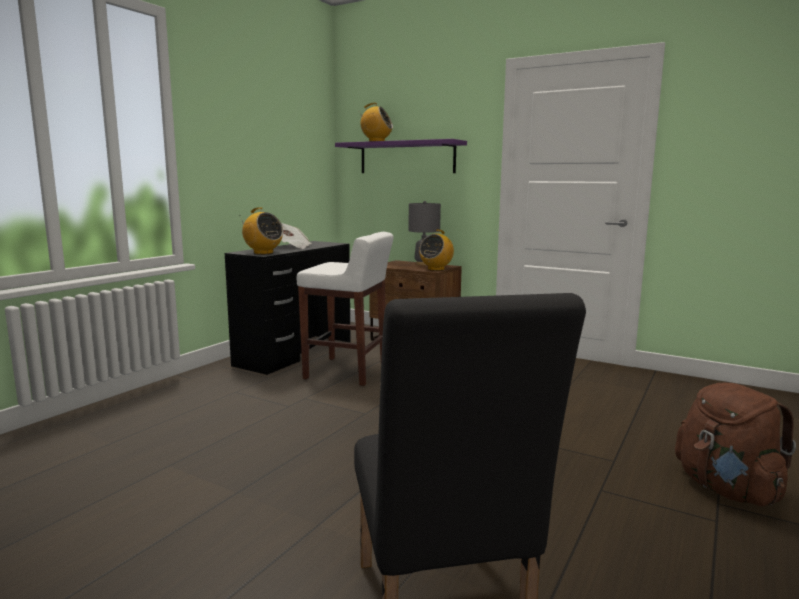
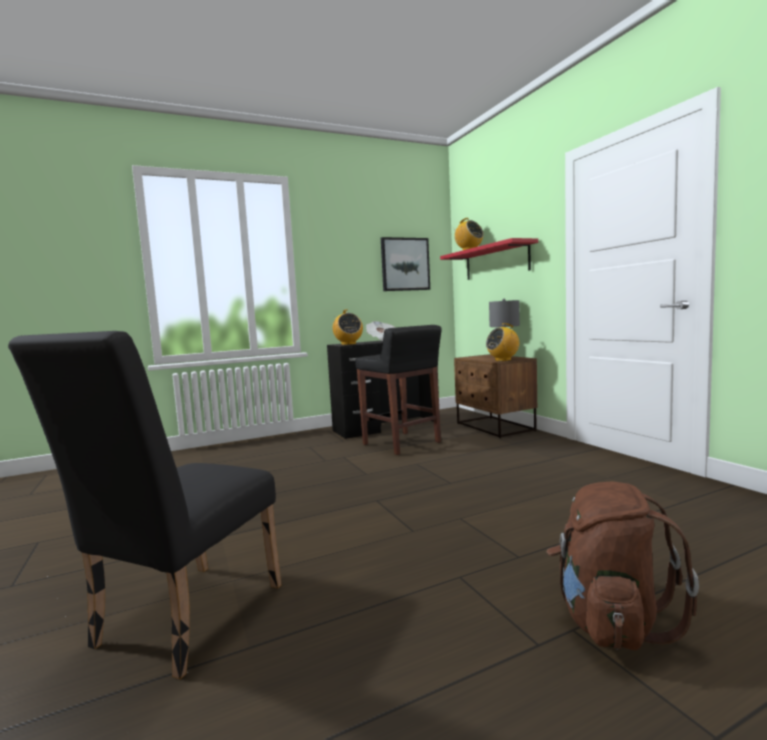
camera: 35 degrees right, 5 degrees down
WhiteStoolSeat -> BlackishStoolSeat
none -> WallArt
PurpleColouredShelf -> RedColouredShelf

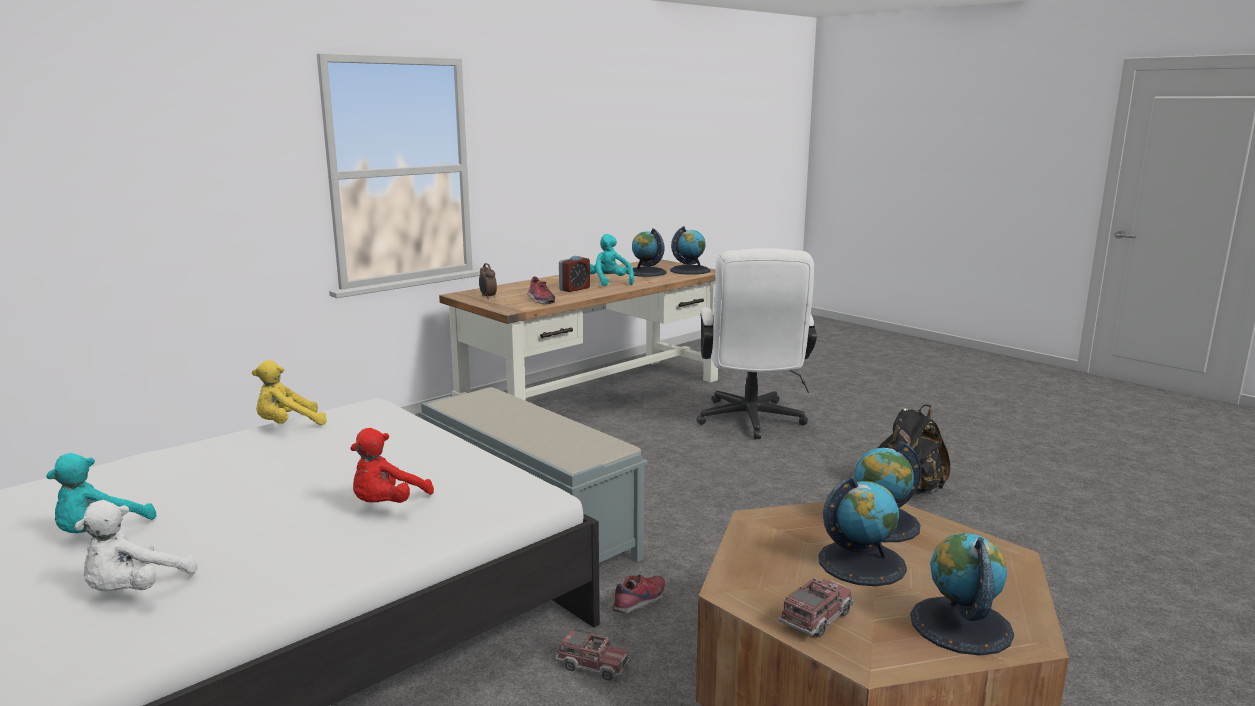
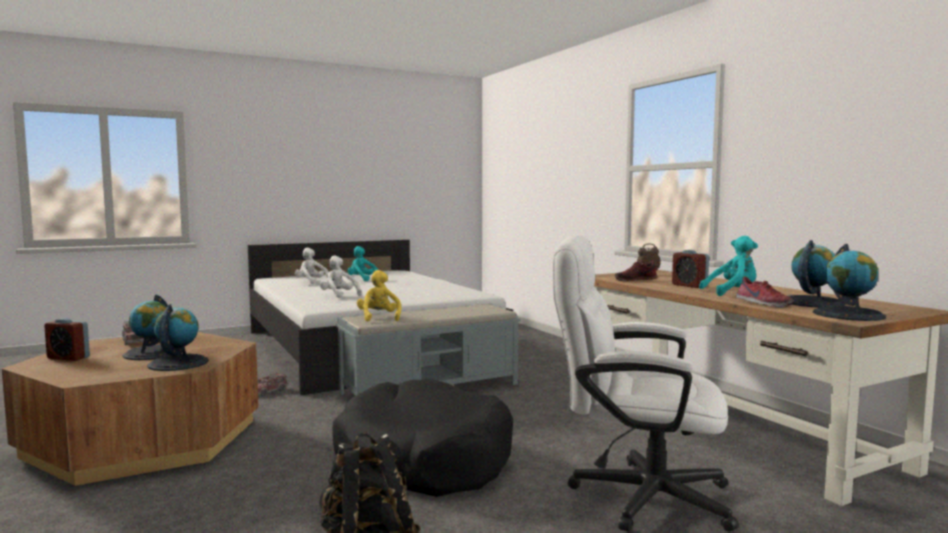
camera: 105 degrees right, 10 degrees down
DeskGlobe (5th from left) -> AlarmClock (1st from left)
RedColouredCuddlyToy -> WhiteCuddlyToy (2nd from left)
none -> BlackishPetBed
YellowCuddlyToy, move
LowShoe (2nd from left), move

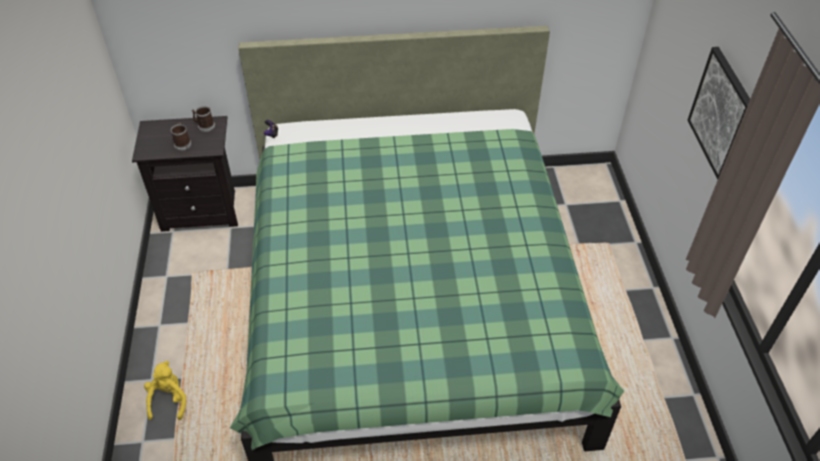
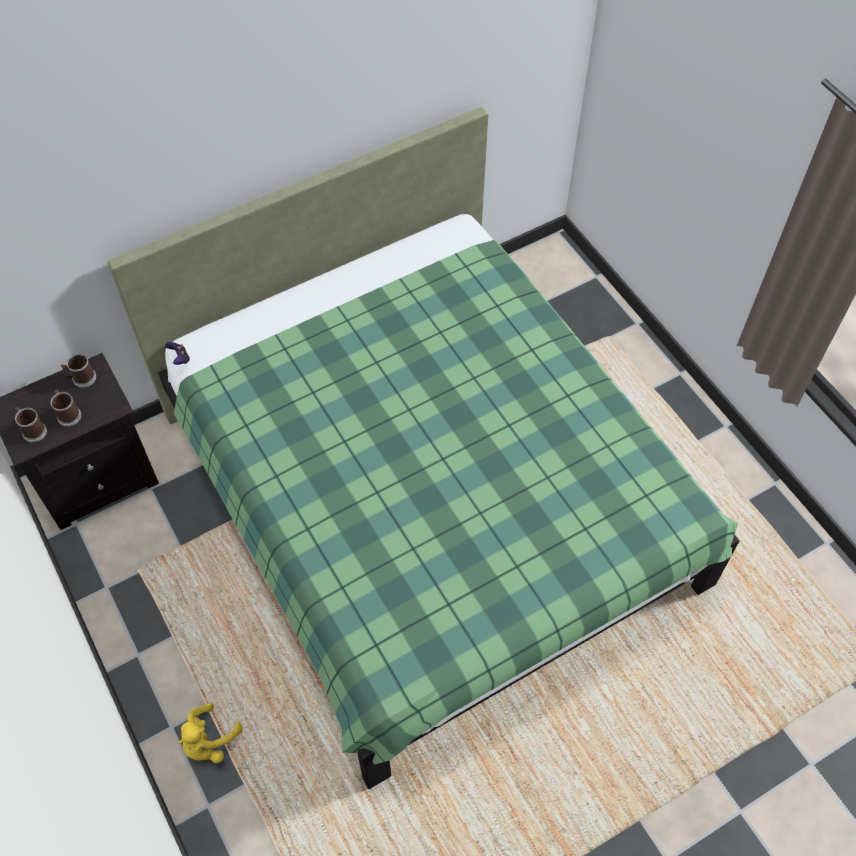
camera: 25 degrees left, 10 degrees up
none -> TeaMug (1st from left)
YellowCuddlyToy, 120 degrees counterclockwise
WallArt -> none

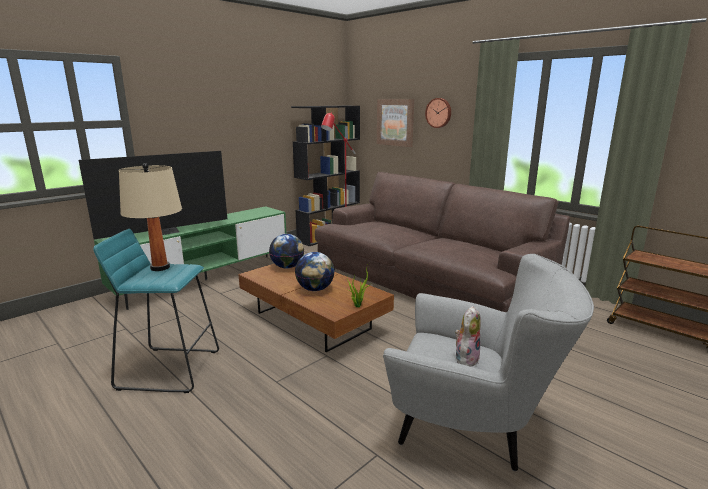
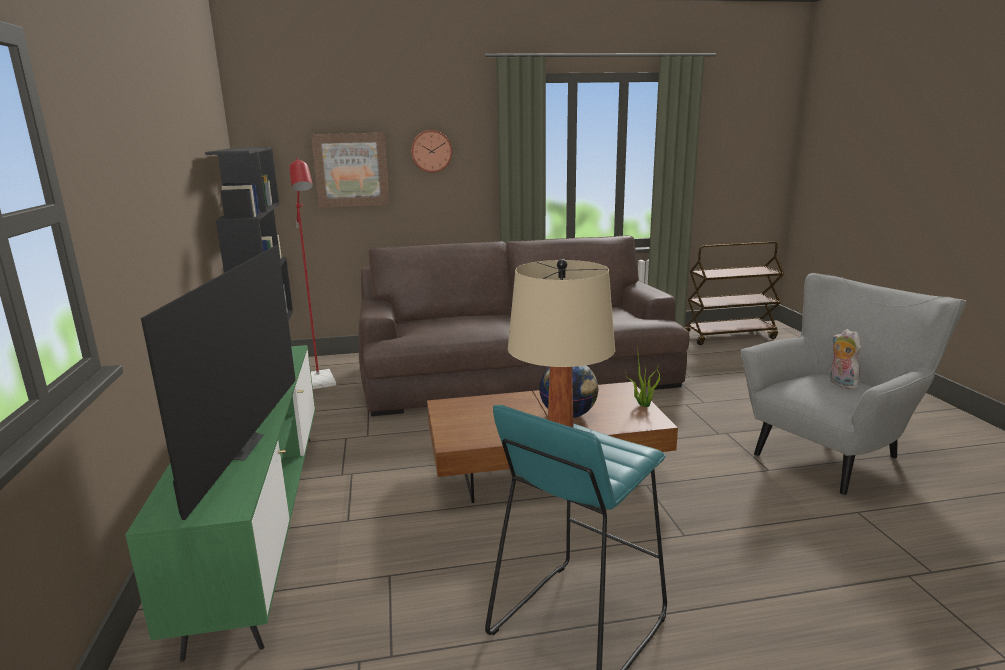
camera: 55 degrees left, 0 degrees up
DeskGlobe (1st from left) -> none

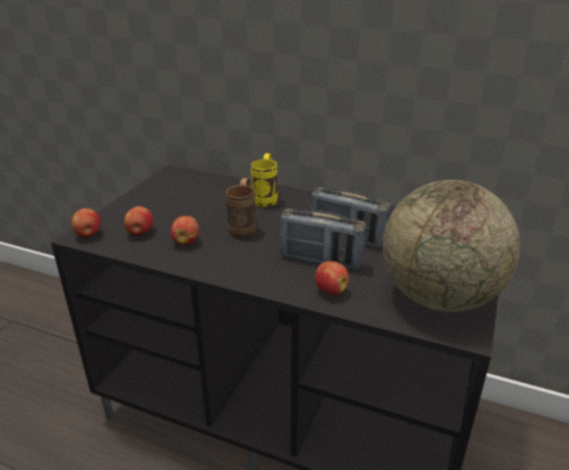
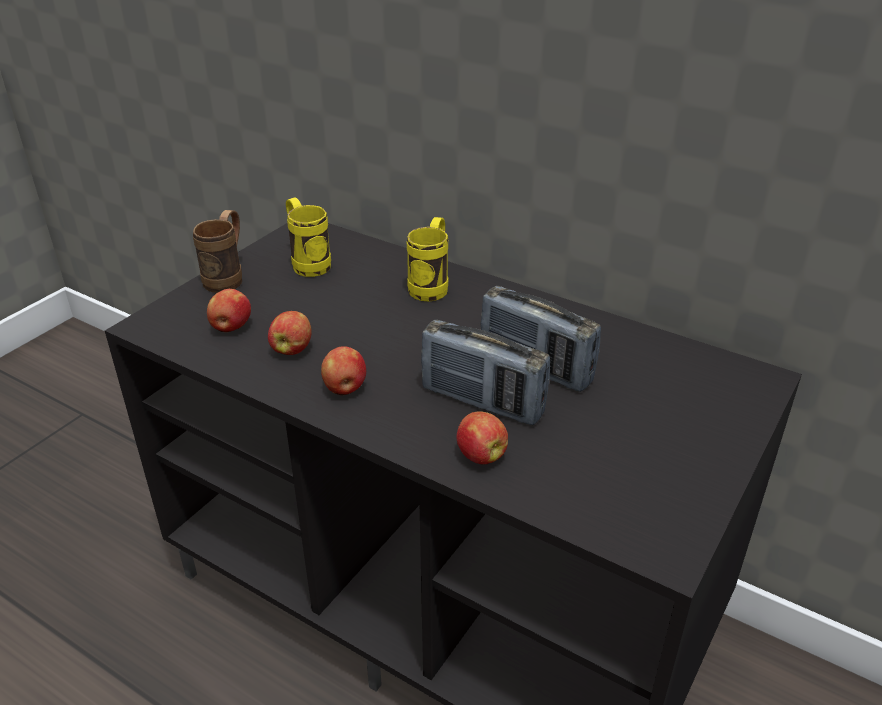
camera: 10 degrees right, 5 degrees up
BrownTeaMug, move
none -> YellowTeaMug (1st from left)
WholeApple (1st from left in the first image) -> WholeApple (3rd from left), move
DeskGlobe -> none

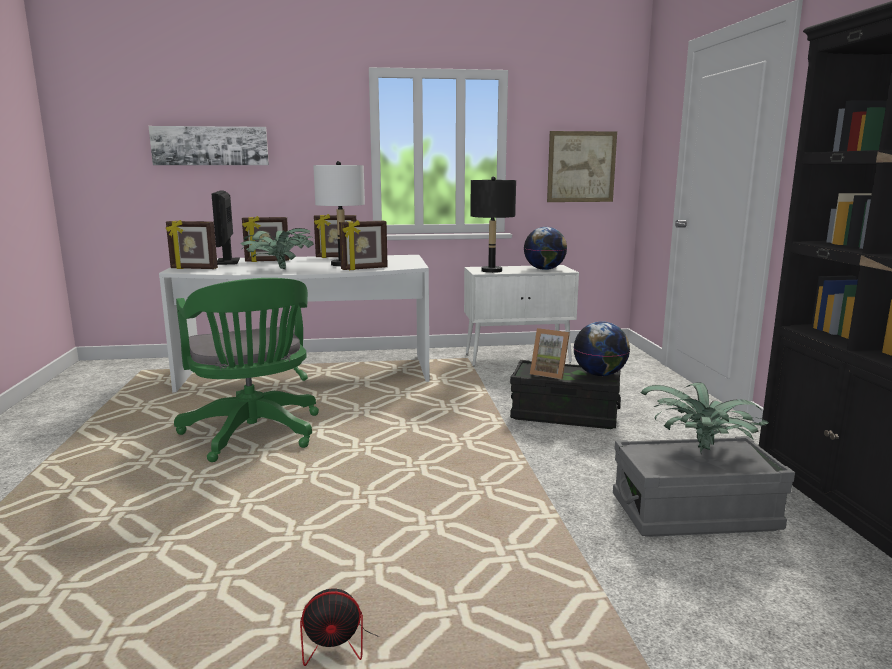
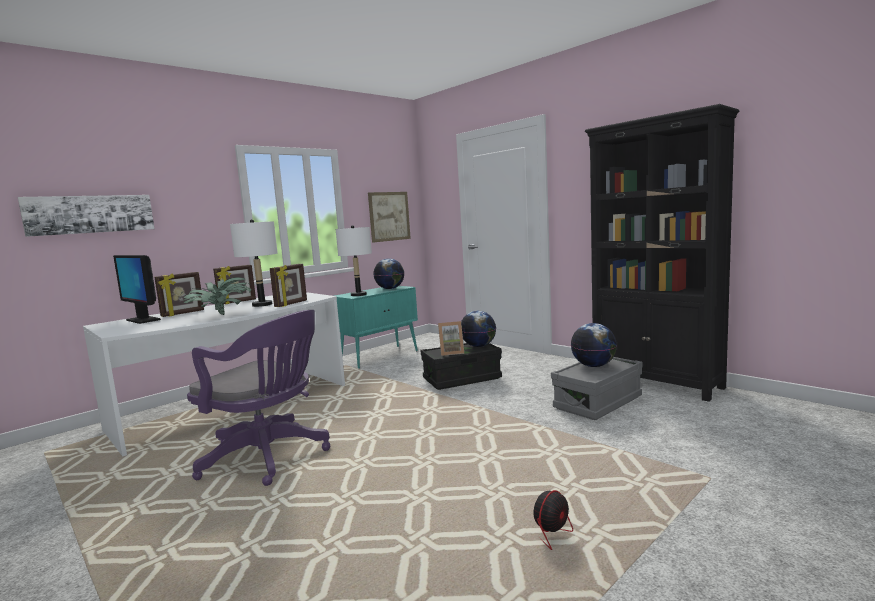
camera: 35 degrees left, 5 degrees down
GreenColouredComputerChair -> PurpleColouredComputerChair
WhiteCupboard -> TurquoiseColouredCupboard
BlackishTabletopLamp -> WhiteTabletopLamp (2nd from left)
Houseplant (2nd from left) -> DeskGlobe (3rd from left)
StandingFrame (1st from left) -> none

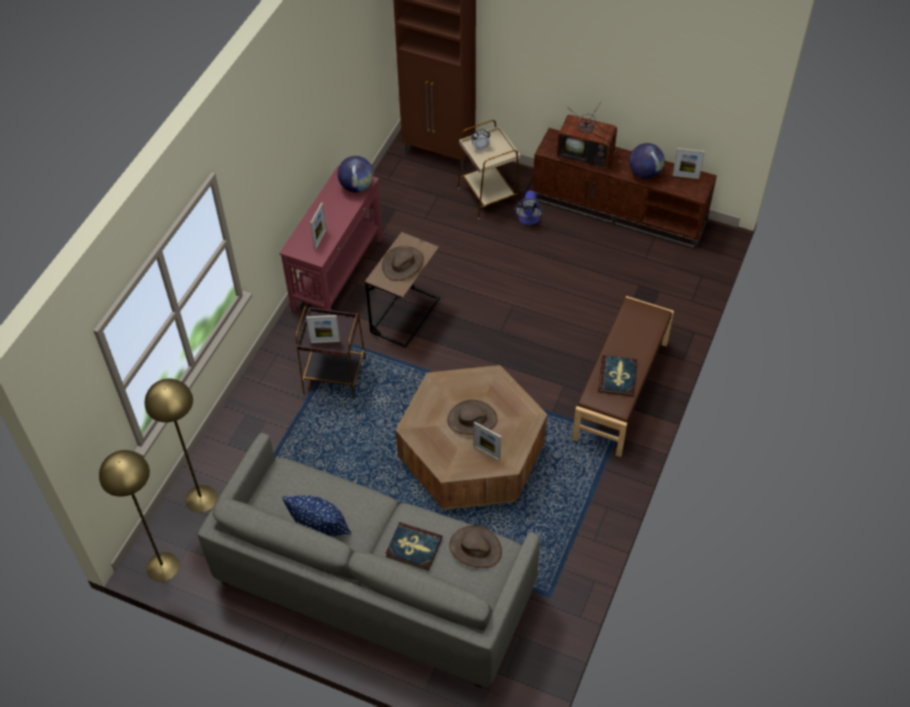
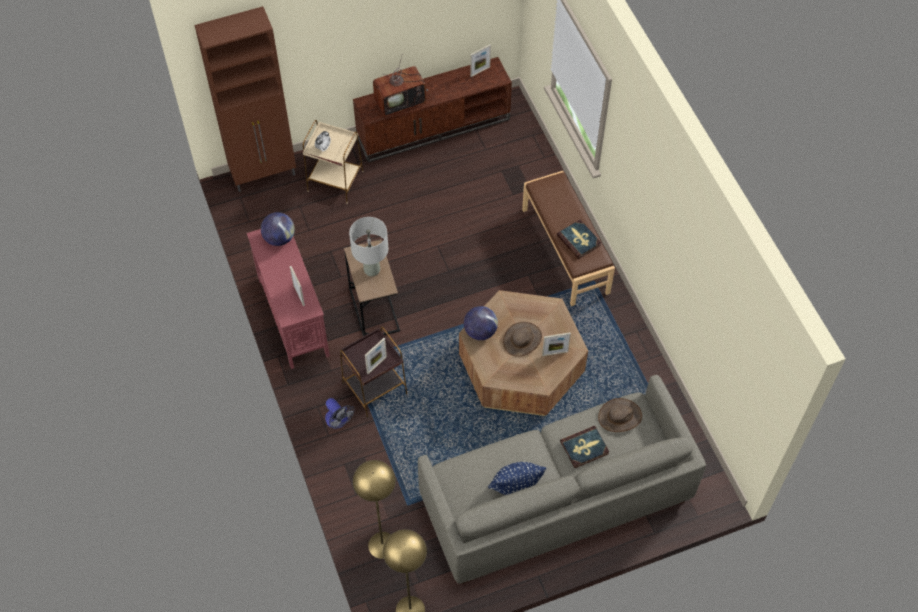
camera: 45 degrees left, 5 degrees up
CoolingFan, move
BrownClothingHat (1st from left) -> GrayTabletopLamp
DeskGlobe (2nd from left), move

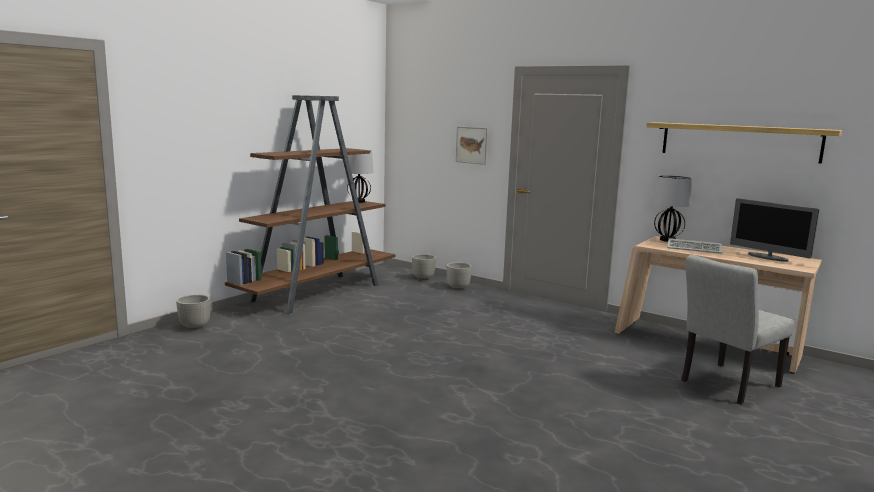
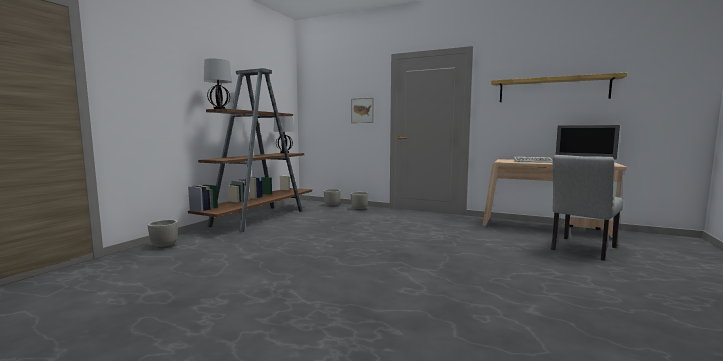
camera: 10 degrees left, 5 degrees down
TabletopLamp (2nd from left in the first image) -> TabletopLamp (1st from left), move

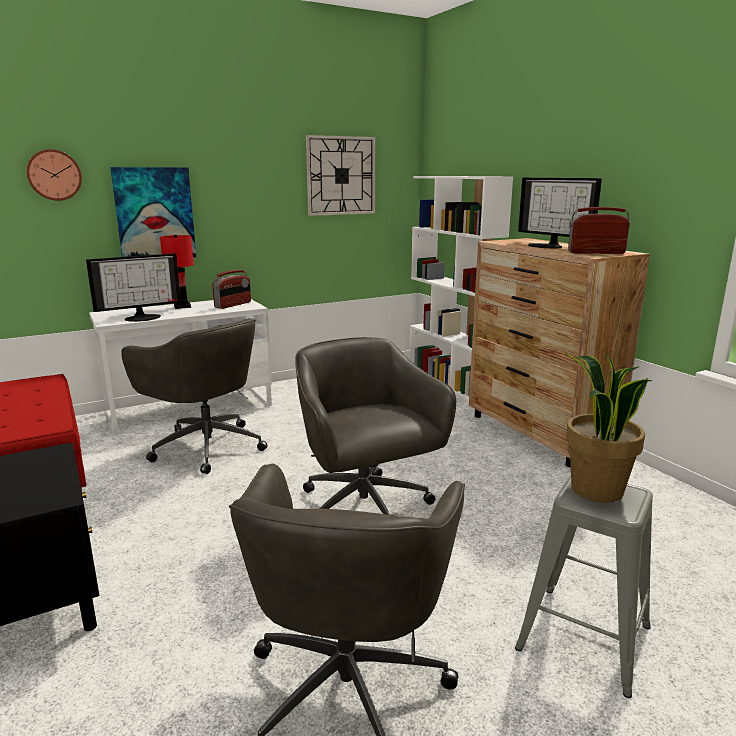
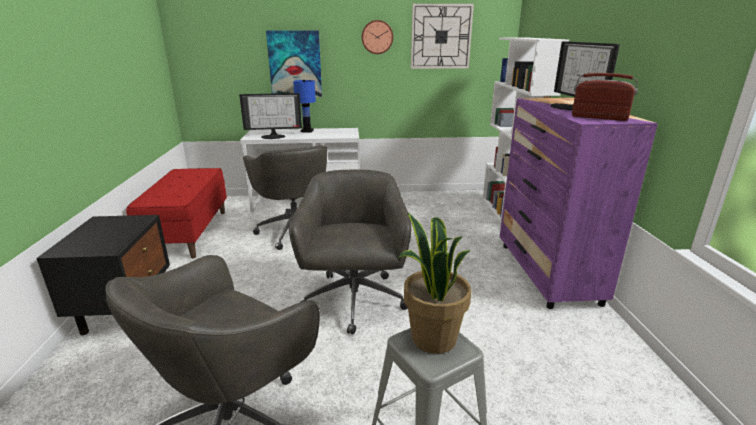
camera: 25 degrees right, 5 degrees up
RedColouredTabletopLamp -> BlueColouredTabletopLamp
HangingClock (1st from left), move
BrownDresser -> PurpleColouredDresser
RadioReceiver (1st from left) -> none

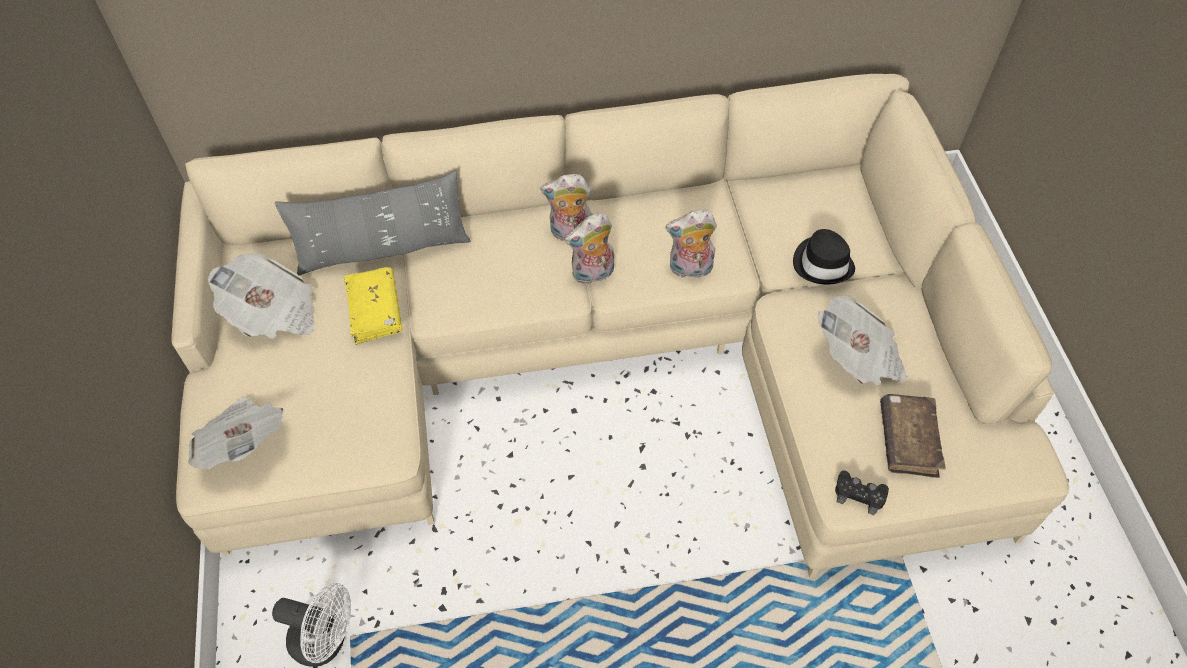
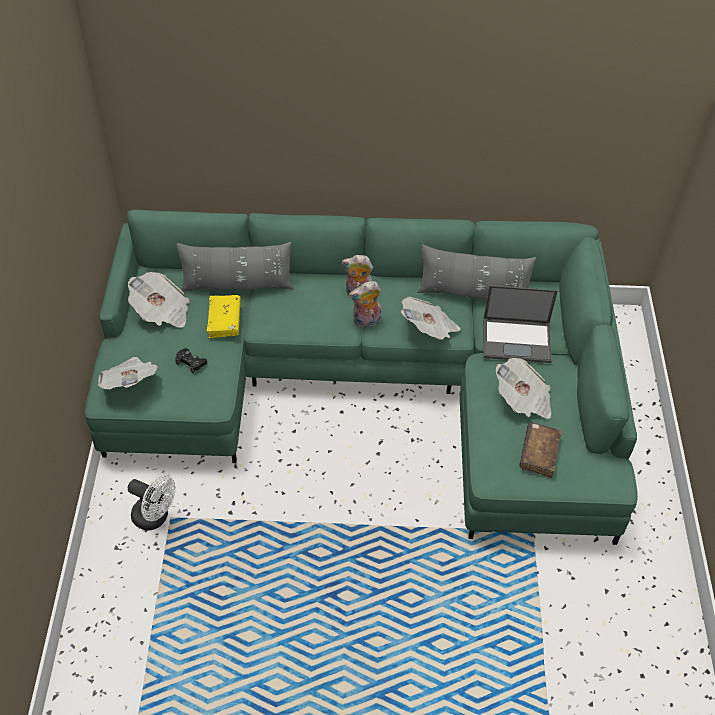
camera: 10 degrees right, 5 degrees down
BeigeSettee -> GreenColouredSettee
BlackishGameController, move
CuddlyToy (3rd from left) -> PrintedPaper (3rd from left)
none -> GrayThrowPillow (2nd from left)
BlackishClothingHat -> Laptop

